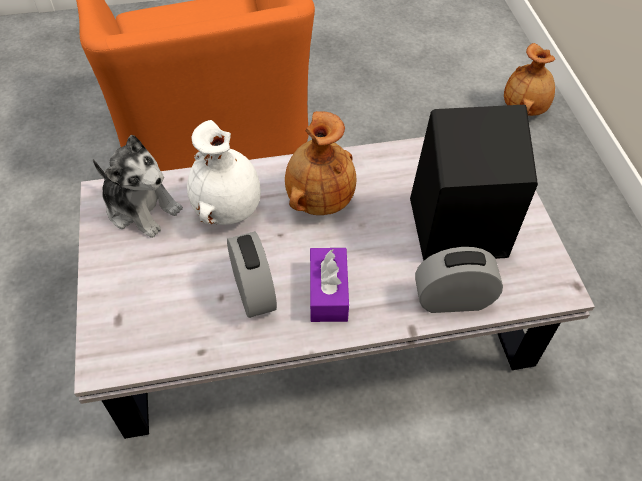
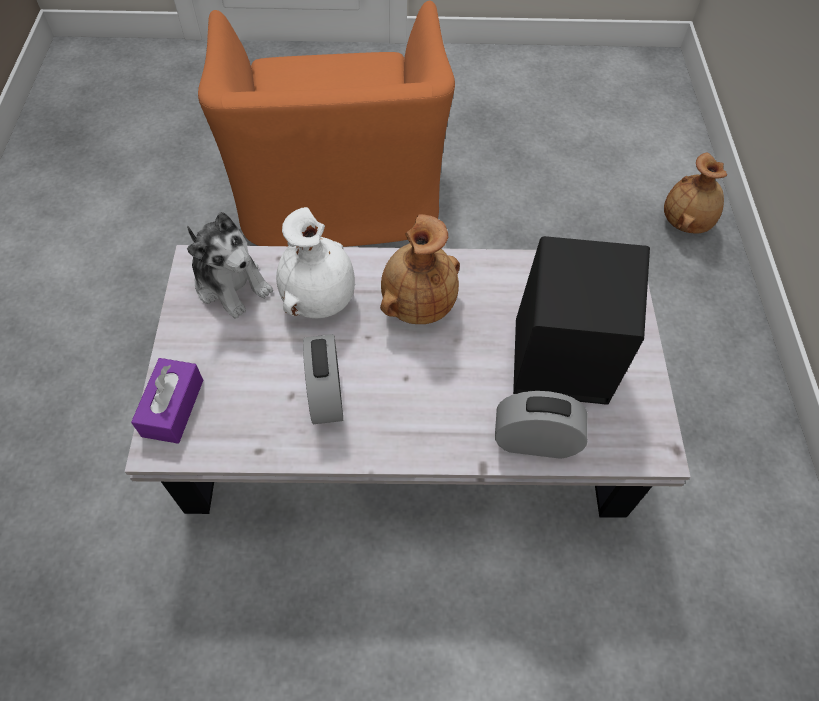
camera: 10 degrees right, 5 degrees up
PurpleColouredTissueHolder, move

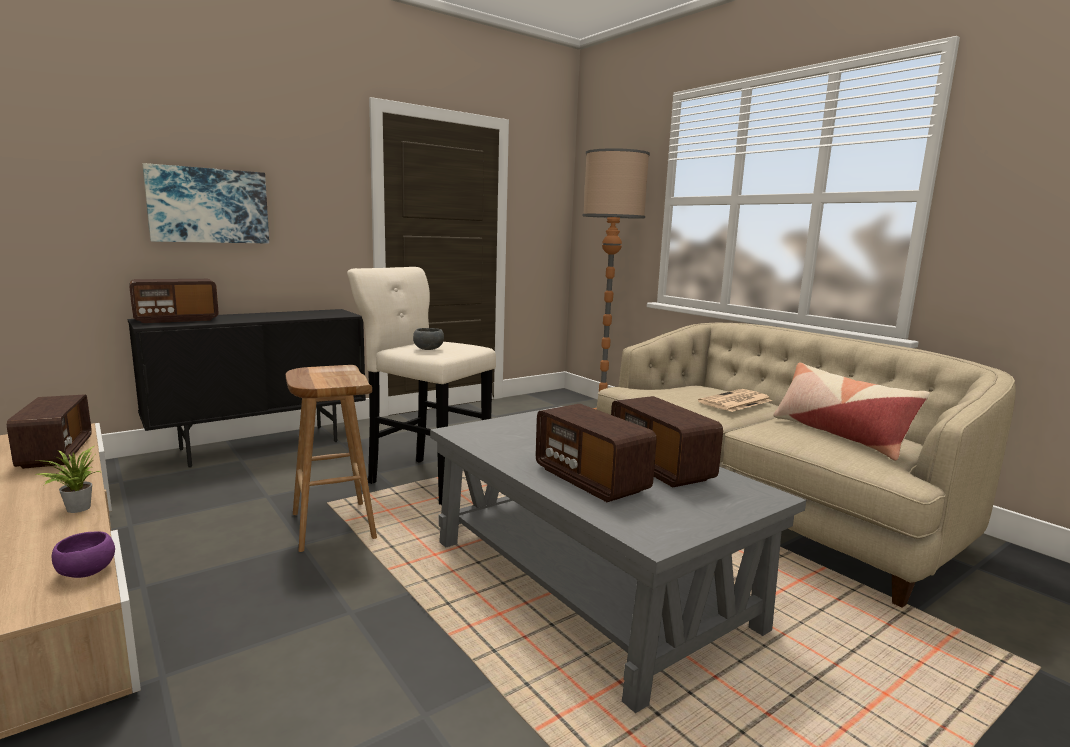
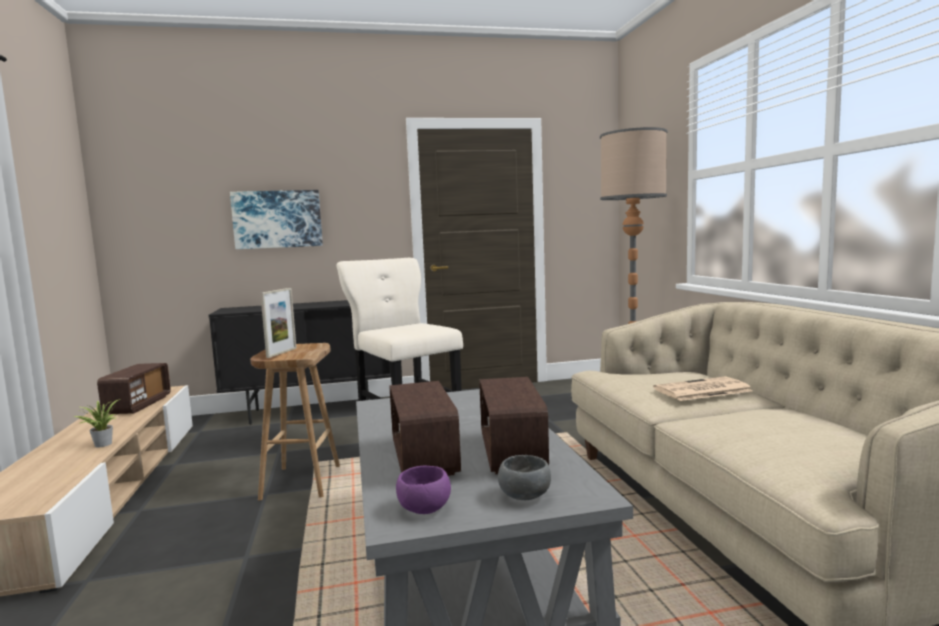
camera: 25 degrees right, 5 degrees down
none -> StandingFrame
PurpleColouredDeepDish, move
GrayDeepDish, move
RadioReceiver (2nd from left) -> none
ThrowPillow -> none

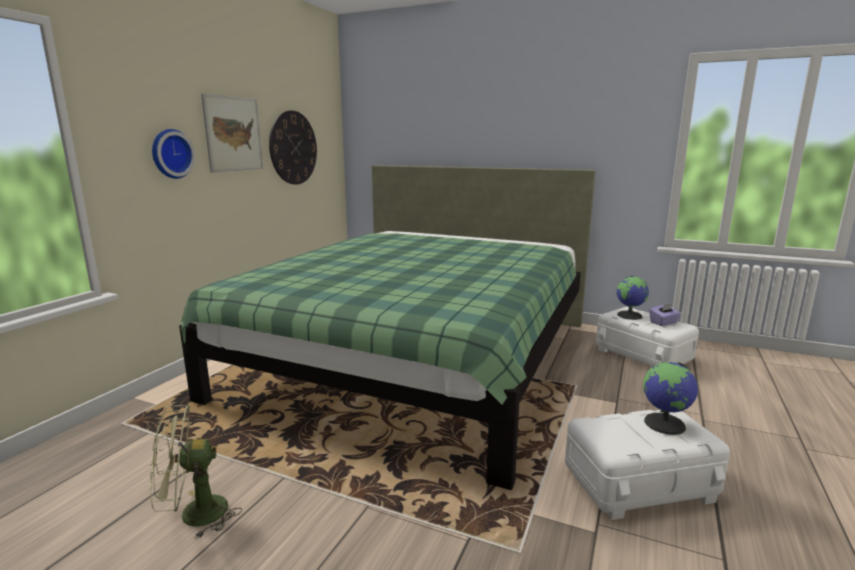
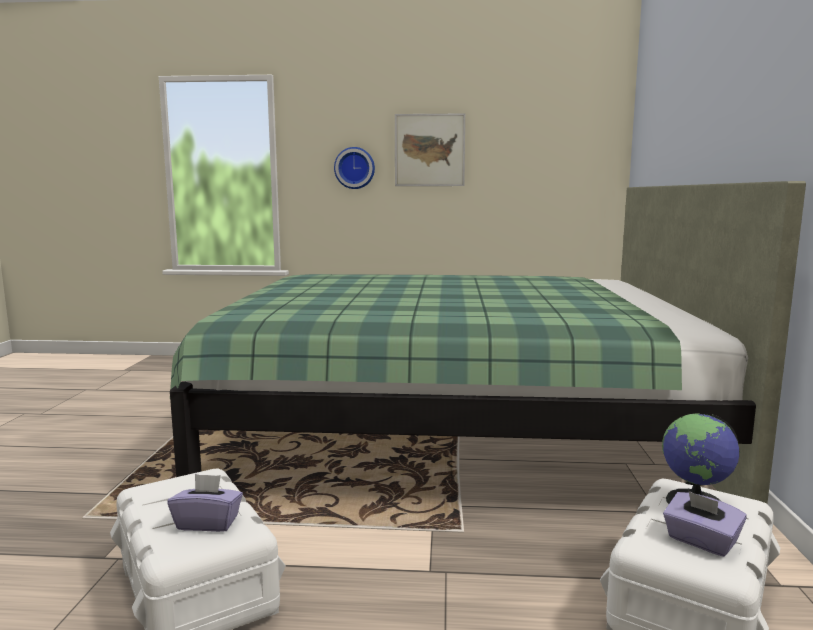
camera: 70 degrees right, 5 degrees down
DeskGlobe (2nd from left) -> PurpleColouredTissueHolder (1st from left)
GreenColouredCoolingFan -> none
HangingClock (2nd from left) -> none

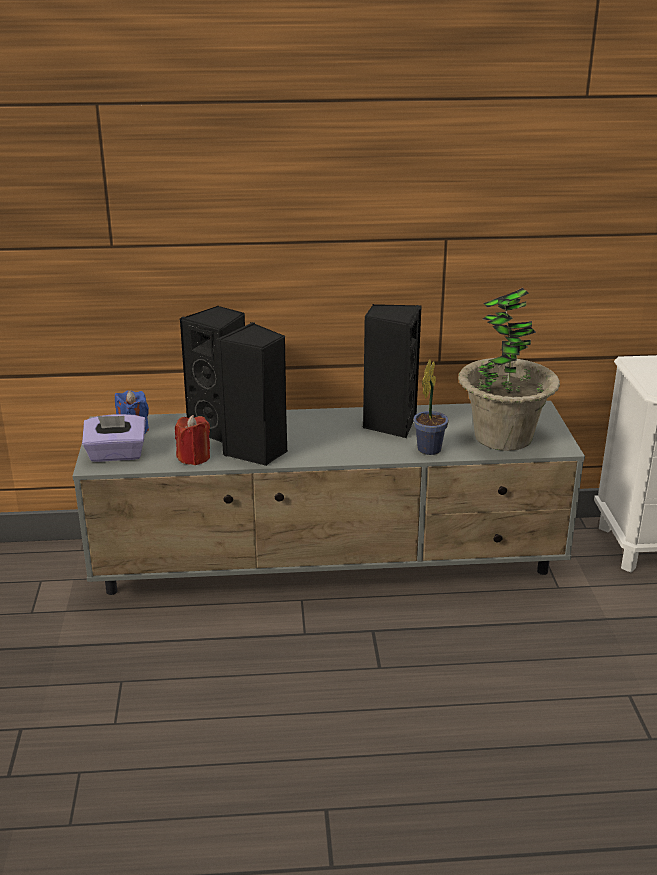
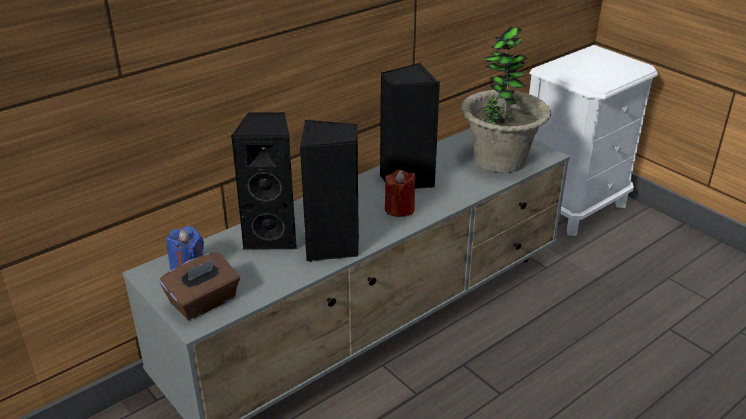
camera: 35 degrees left, 5 degrees up
PurpleColouredTissueHolder -> BrownTissueHolder
RedColouredWaxCandle, move
Houseplant (1st from left) -> none

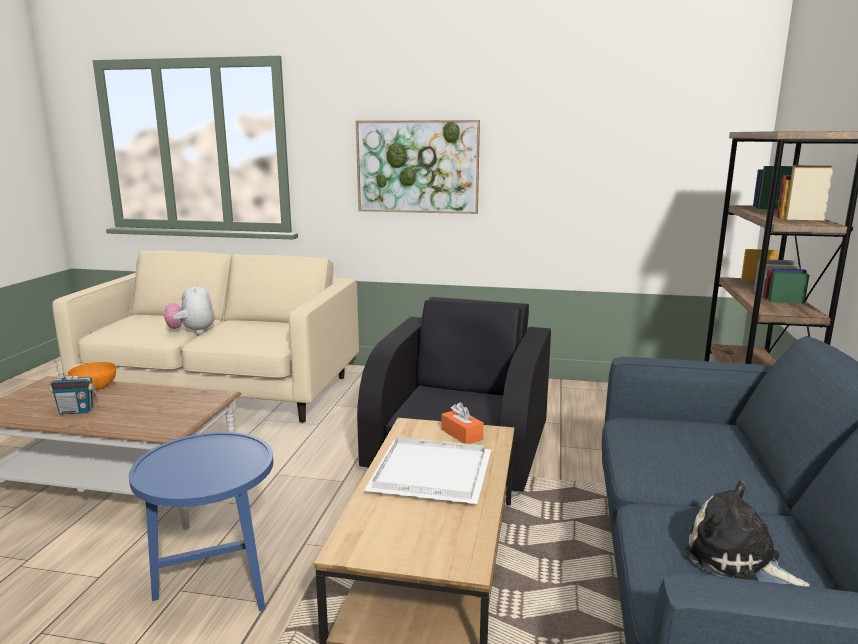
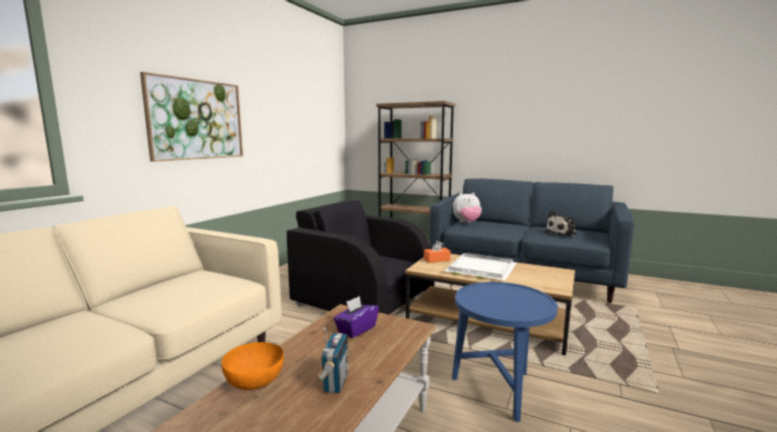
camera: 75 degrees left, 5 degrees down
none -> PurpleColouredTissueHolder
CuddlyToy (1st from left), move

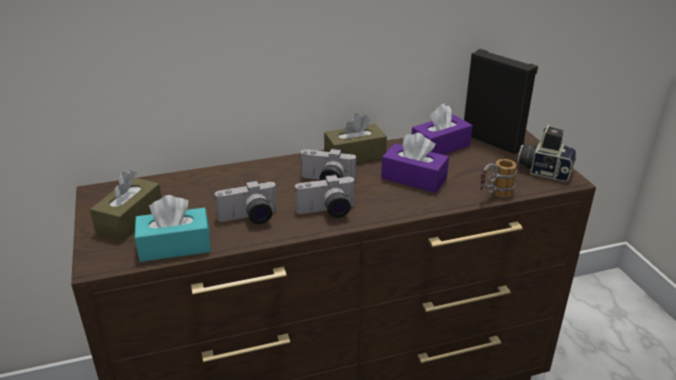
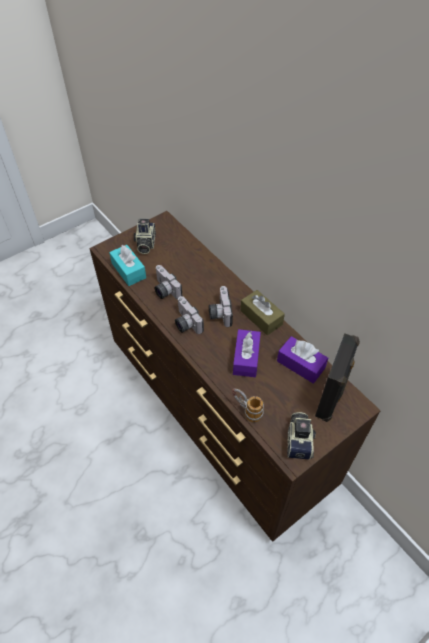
camera: 70 degrees right, 20 degrees up
BrownTissueHolder (1st from left) -> PhotoCamera (1st from left)

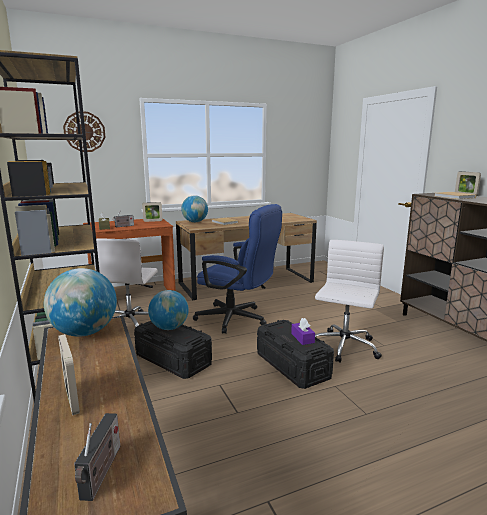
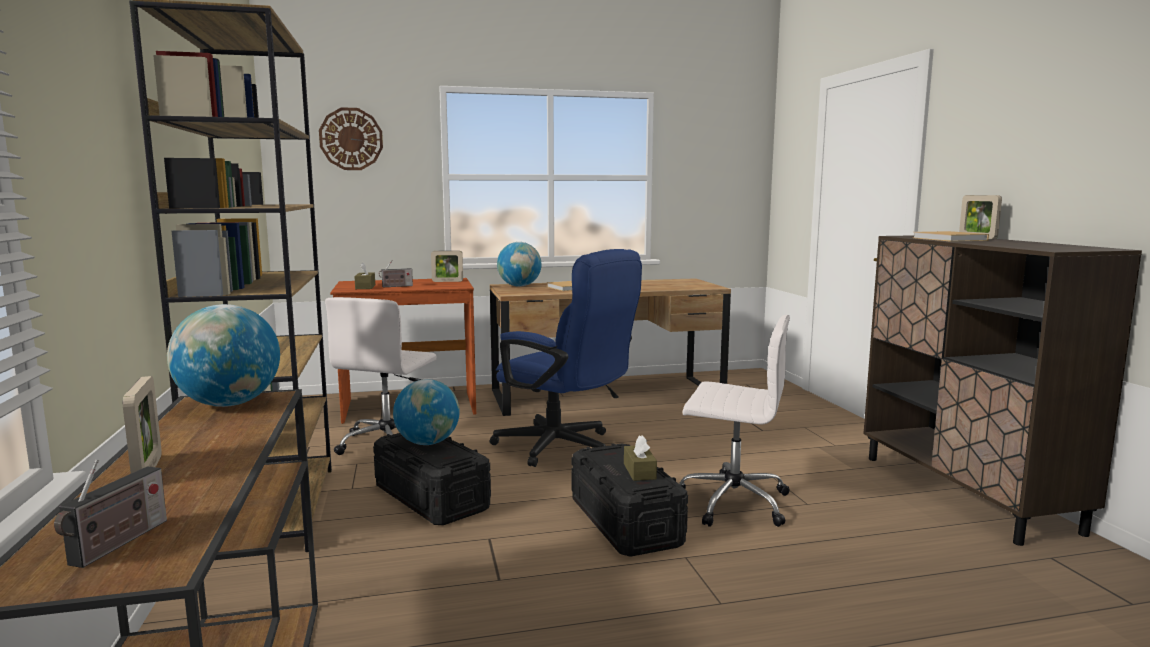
camera: 10 degrees right, 5 degrees down
PurpleColouredTissueHolder -> BrownTissueHolder (2nd from left)
WhiteComputerChair (2nd from left), 75 degrees clockwise

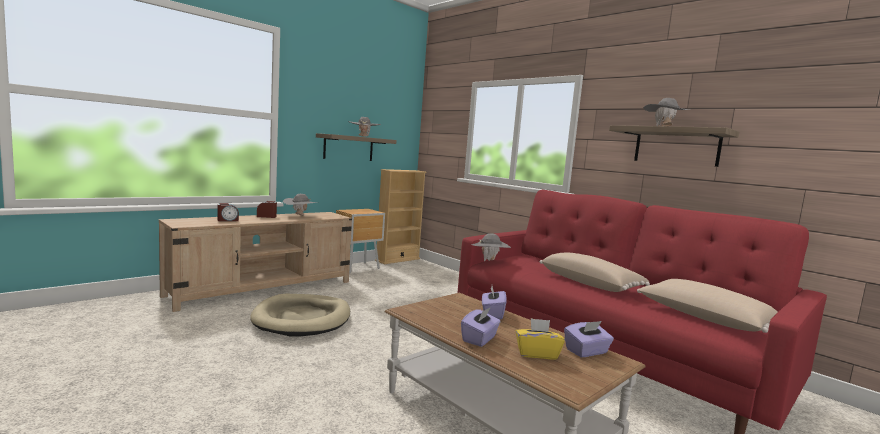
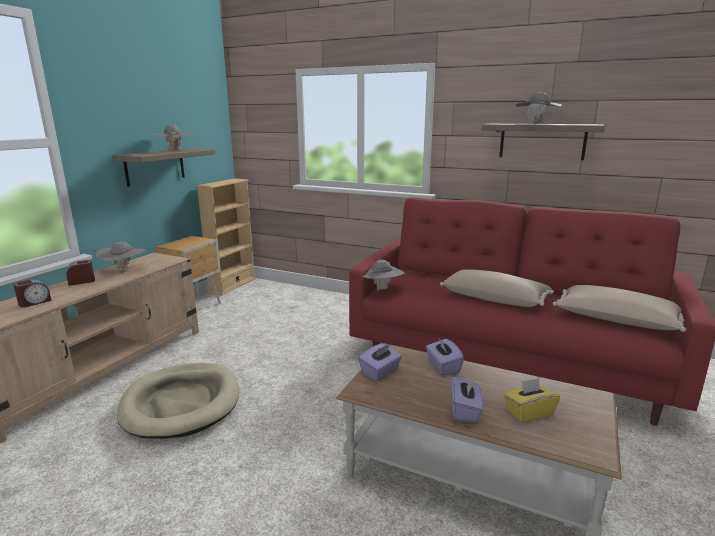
camera: 20 degrees left, 10 degrees up
PurpleColouredTissueHolder (3rd from left in the first image) -> PurpleColouredTissueHolder (1st from left), move

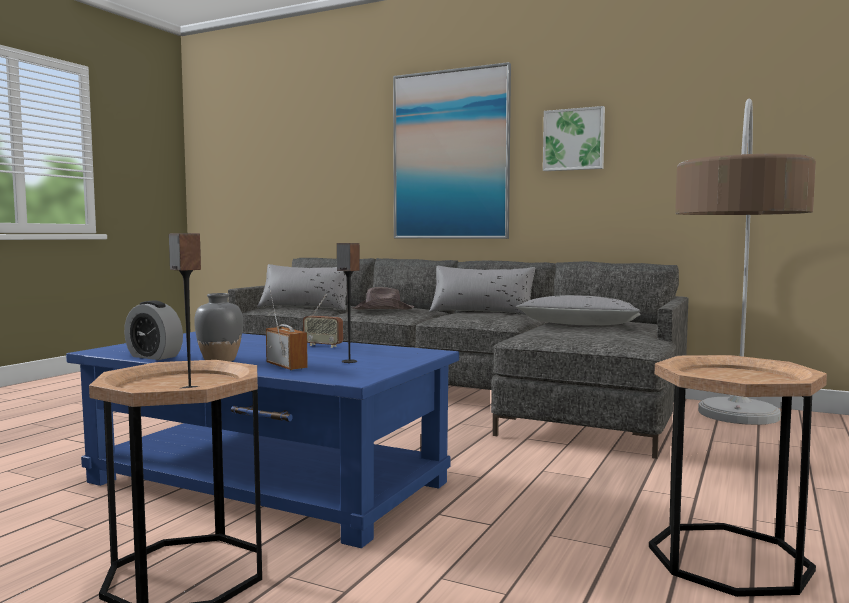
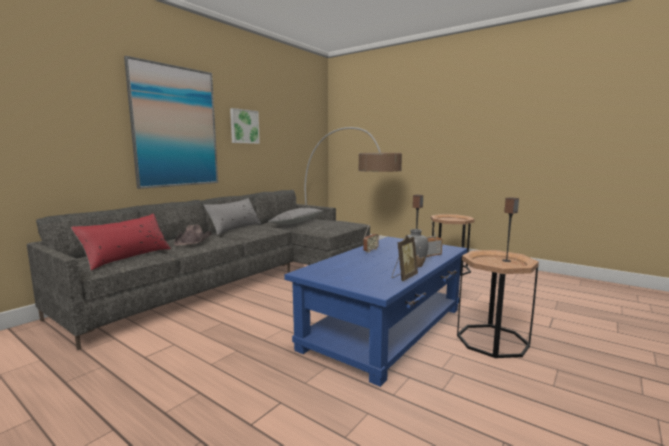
camera: 80 degrees left, 5 degrees up
GrayThrowPillow (1st from left) -> RedColouredThrowPillow
AlarmClock -> StandingFrame

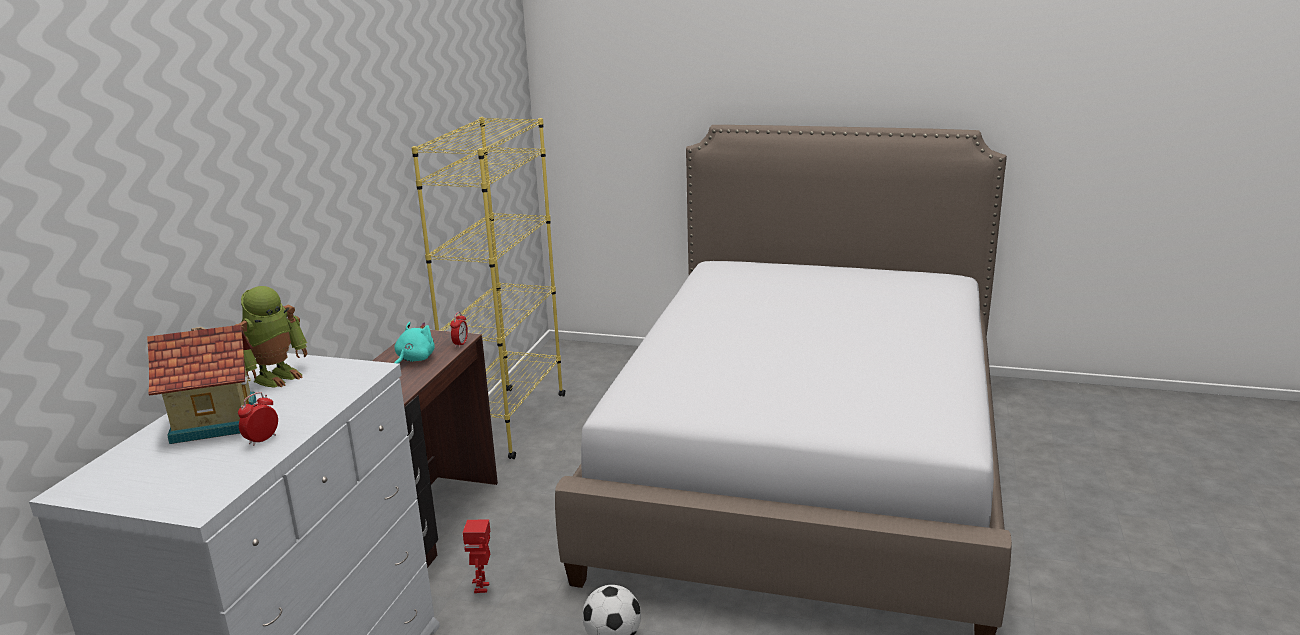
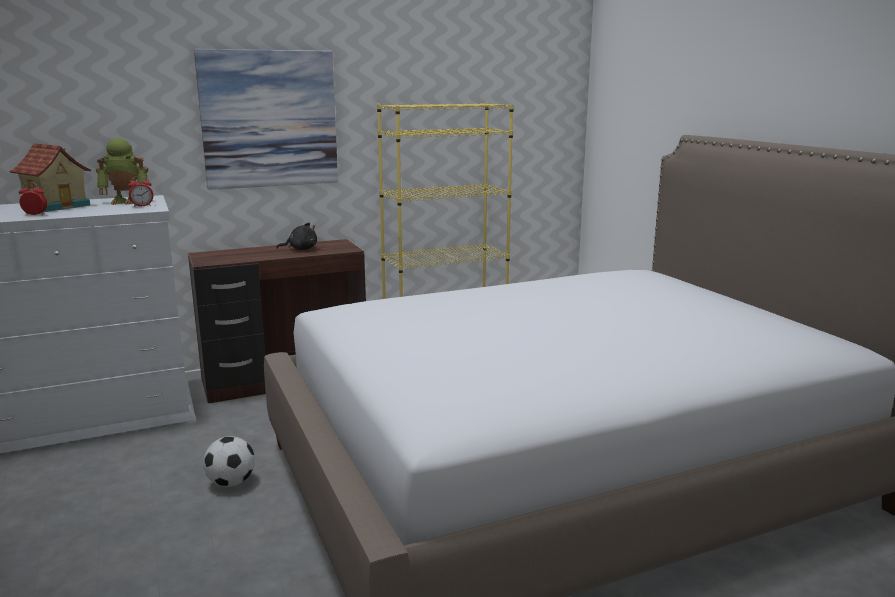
camera: 50 degrees right, 5 degrees down
AlarmClock (2nd from left), move
none -> WallArt
TurquoiseColouredCuddlyToy -> BlackishCuddlyToy
ModelRobot (2nd from left) -> none

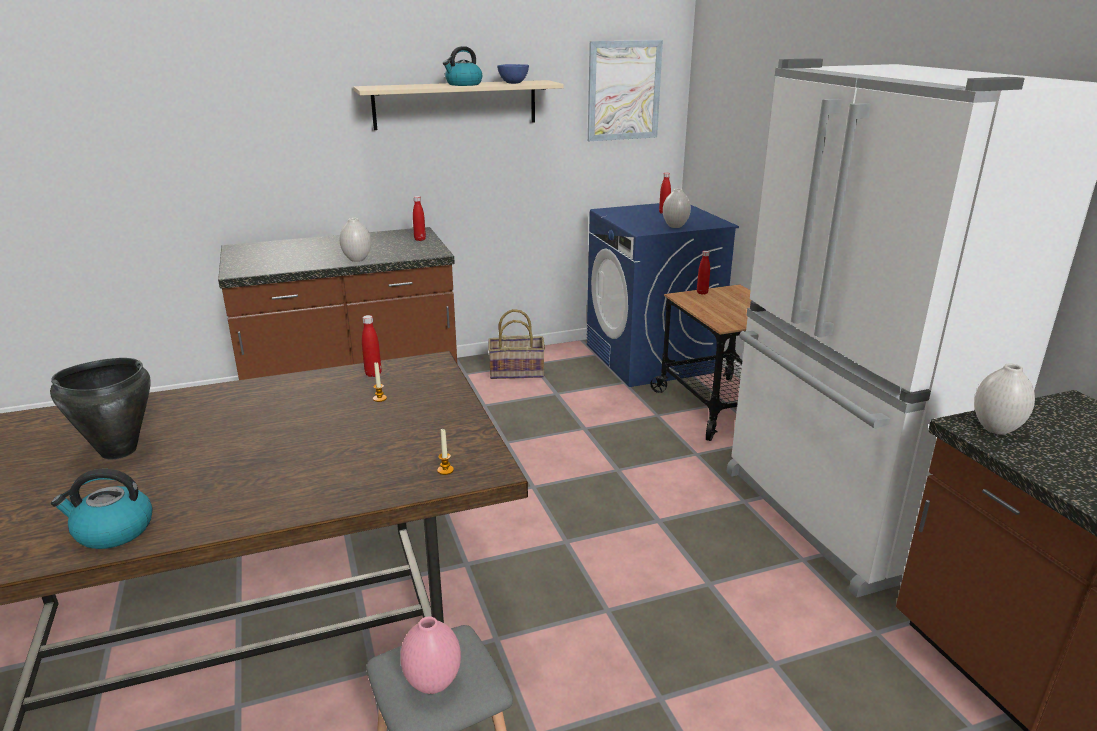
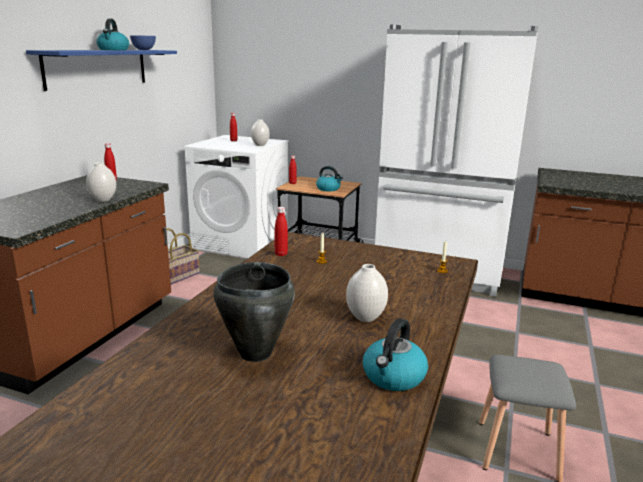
camera: 50 degrees left, 5 degrees down
BeigeShelf -> BlueColouredShelf
BlueColouredWashingMachine -> WhiteWashingMachine
none -> Kettle (2nd from left)
WhiteVase (3rd from left), move
PinkVase -> none
WallArt -> none

